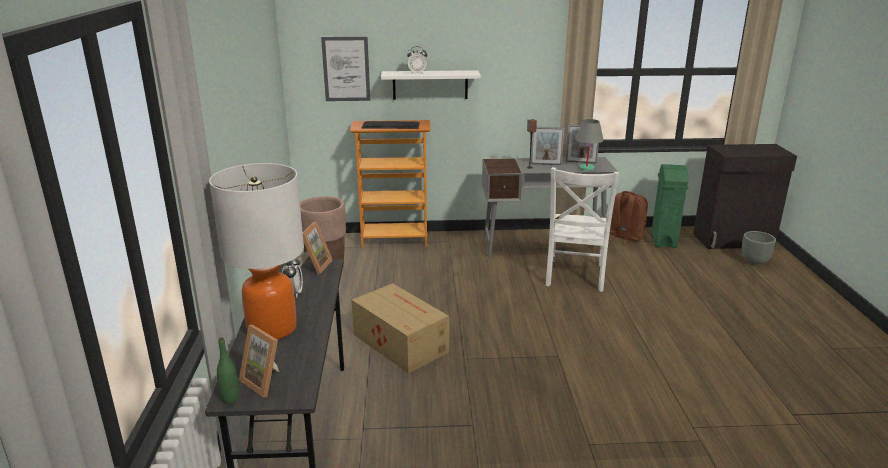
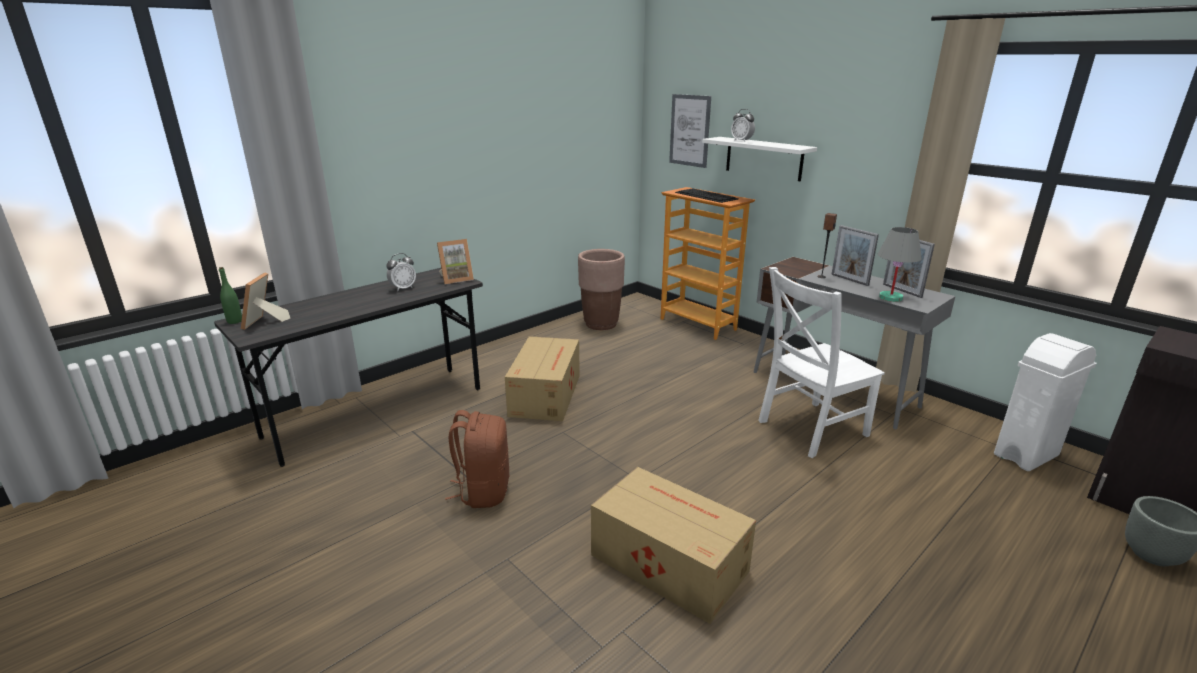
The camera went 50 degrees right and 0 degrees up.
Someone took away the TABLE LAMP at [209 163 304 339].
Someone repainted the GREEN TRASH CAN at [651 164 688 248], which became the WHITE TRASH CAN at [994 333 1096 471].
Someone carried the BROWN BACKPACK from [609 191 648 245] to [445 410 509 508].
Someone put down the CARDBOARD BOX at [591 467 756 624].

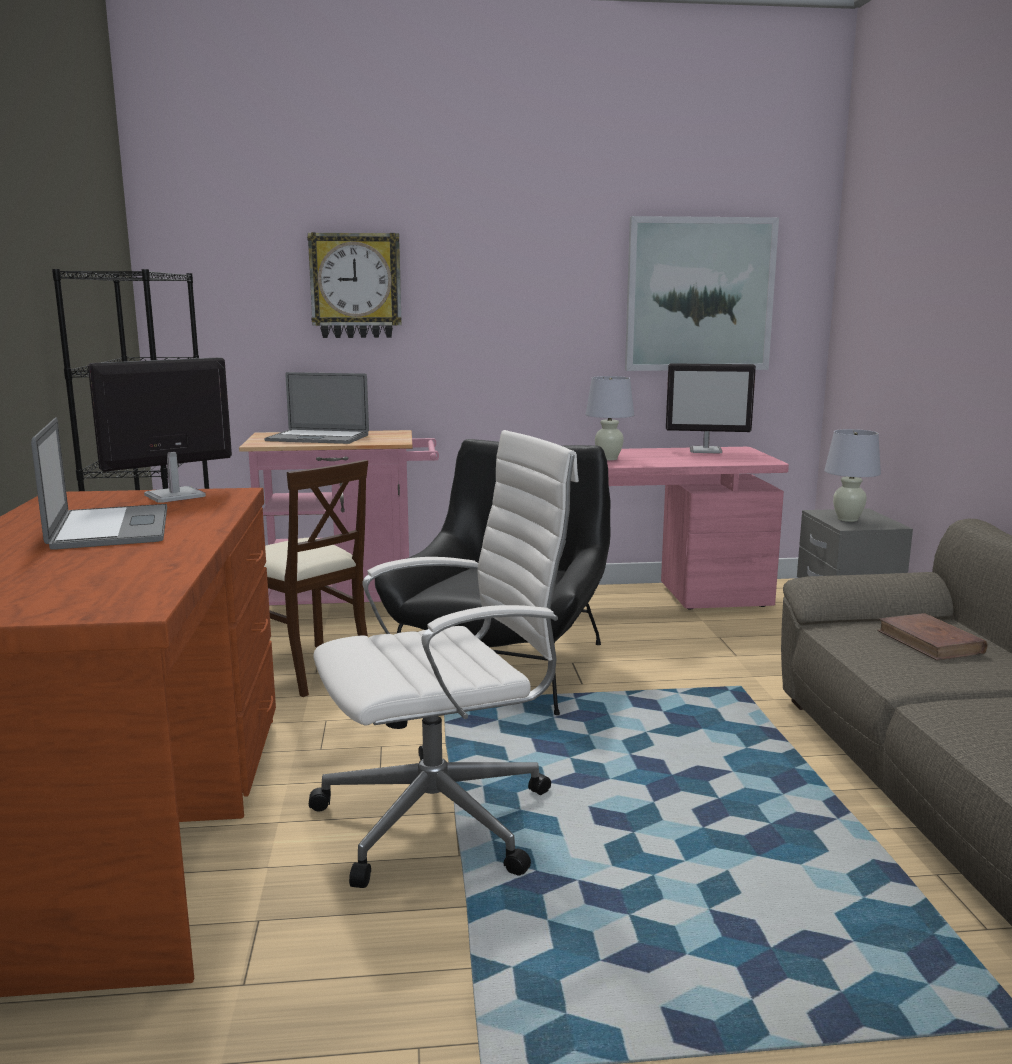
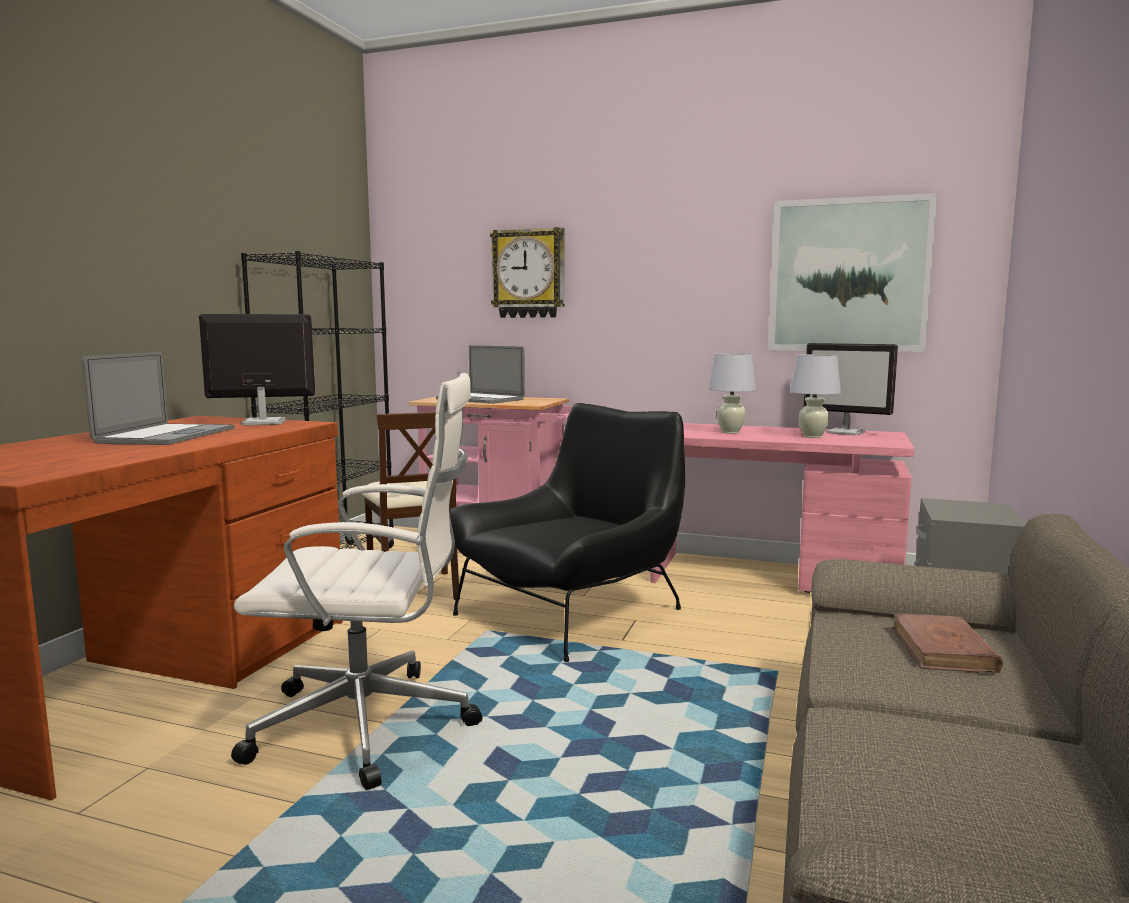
The camera went 25 degrees right and 5 degrees down.
Someone carried the WHITE TABLE LAMP from [824 429 881 522] to [790 354 841 438].

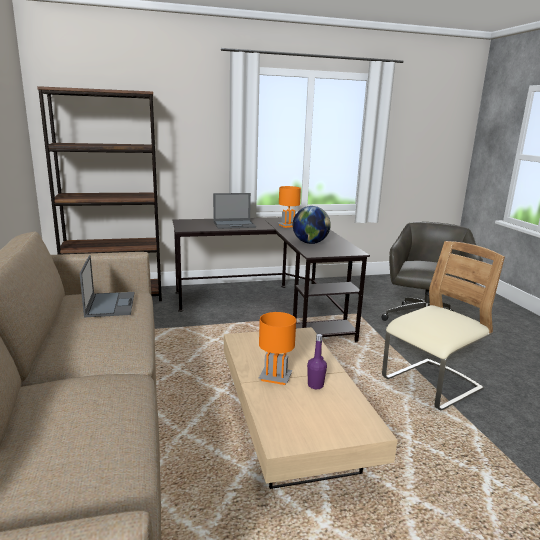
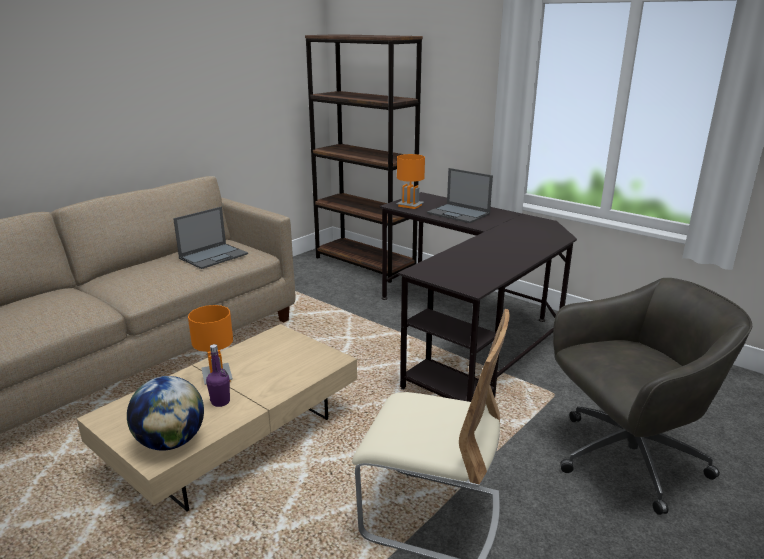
The camera went 55 degrees right and 5 degrees up.
Someone carried the ORANGE TABLE LAMP from [278 186 301 228] to [396 154 425 209].
Someone carried the GLOBE from [293 206 331 244] to [127 376 204 451].

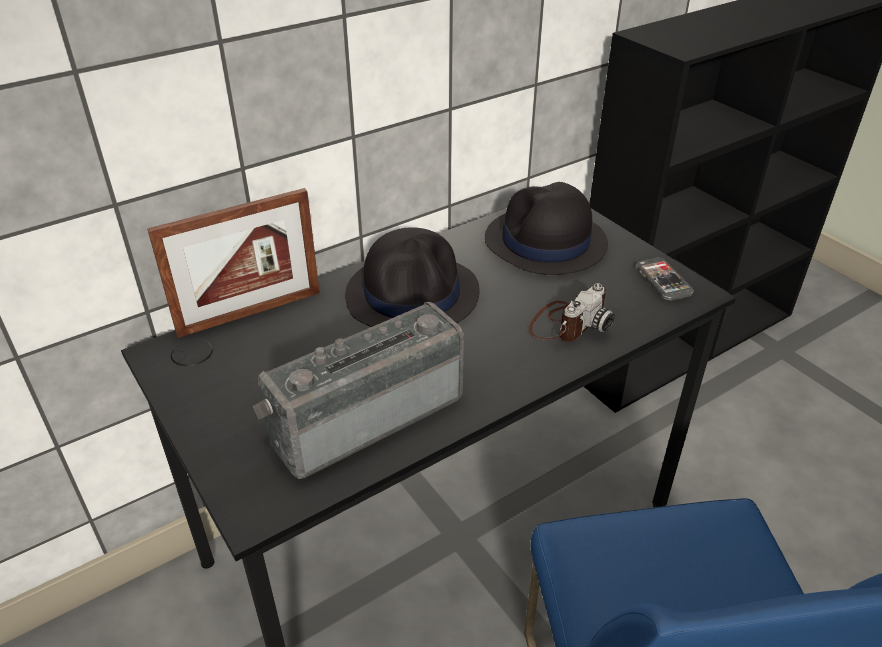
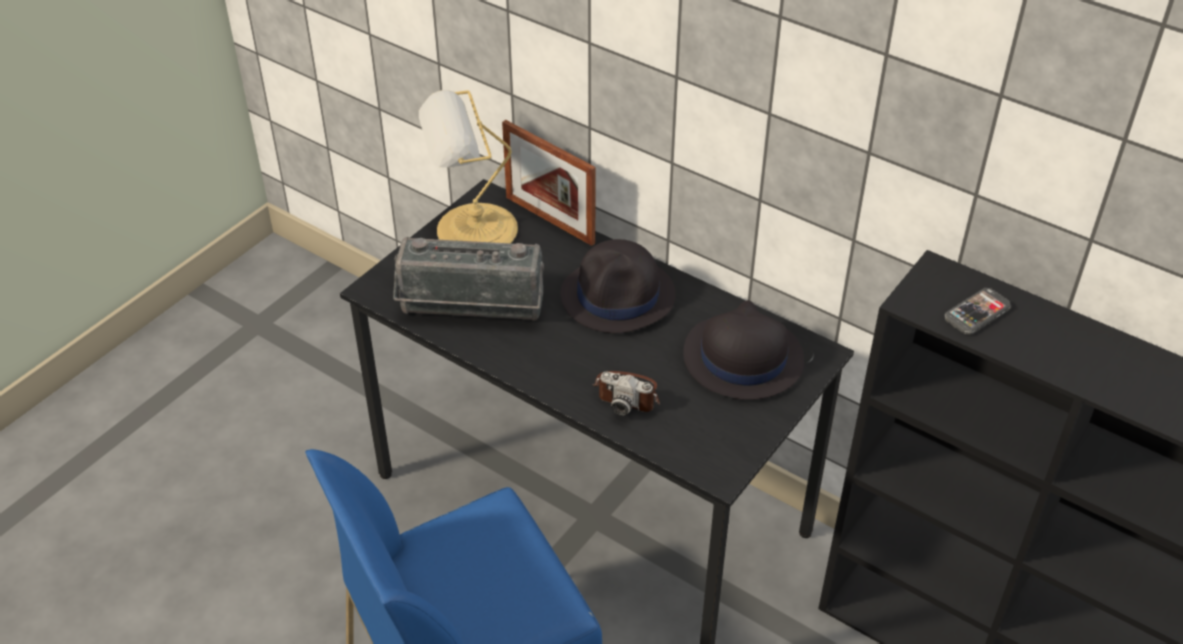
The camera went 70 degrees right and 5 degrees up.
Someone carried the PHONE from [636 257 694 301] to [944 288 1011 335].
Someone rotated the RADIO at [253 302 464 479] by 150 degrees clockwise.
Someone put down the TABLE LAMP at [419 90 518 243].

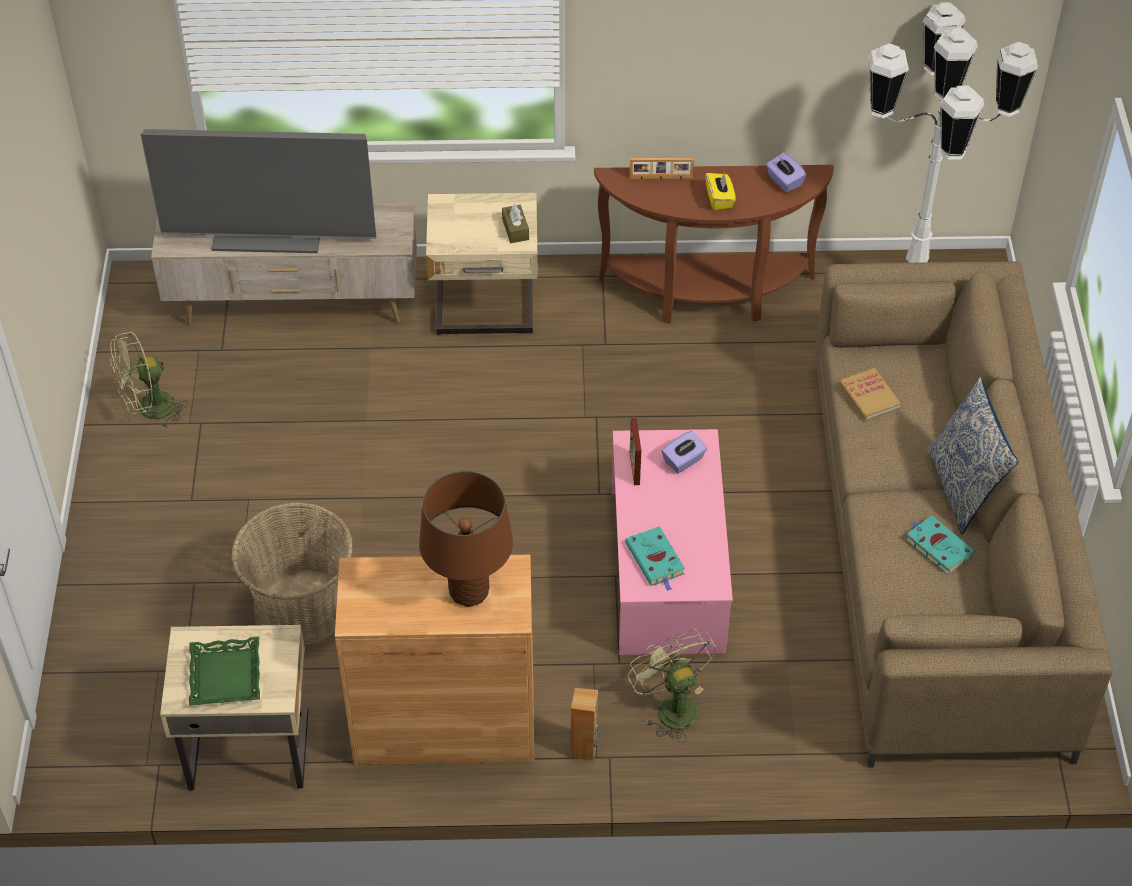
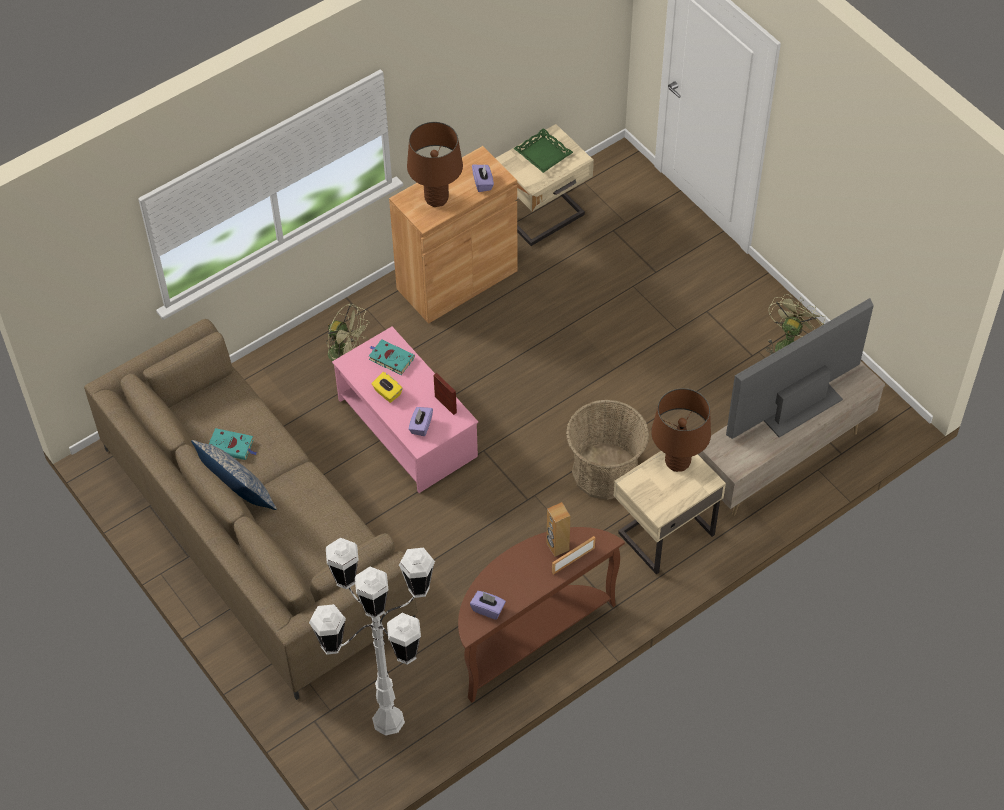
The camera went 145 degrees right and 5 degrees up.
Someone carried the YELLOW TISSUE BOX from [705 173 736 210] to [372 372 403 403].
Someone took away the BROWN TISSUE BOX at [502 204 529 243].
Someone took away the BOOK at [839 368 901 420].
Someone carried the BASKET from [231 502 353 648] to [566 400 649 500].
Someone carried the BROWN SPEAKER from [571 688 598 761] to [546 502 570 557].
Someone put down the PURPLE TISSUE BOX at [472 165 494 192].
Someone put down the BROWN TABLE LAMP at [651 388 711 472].

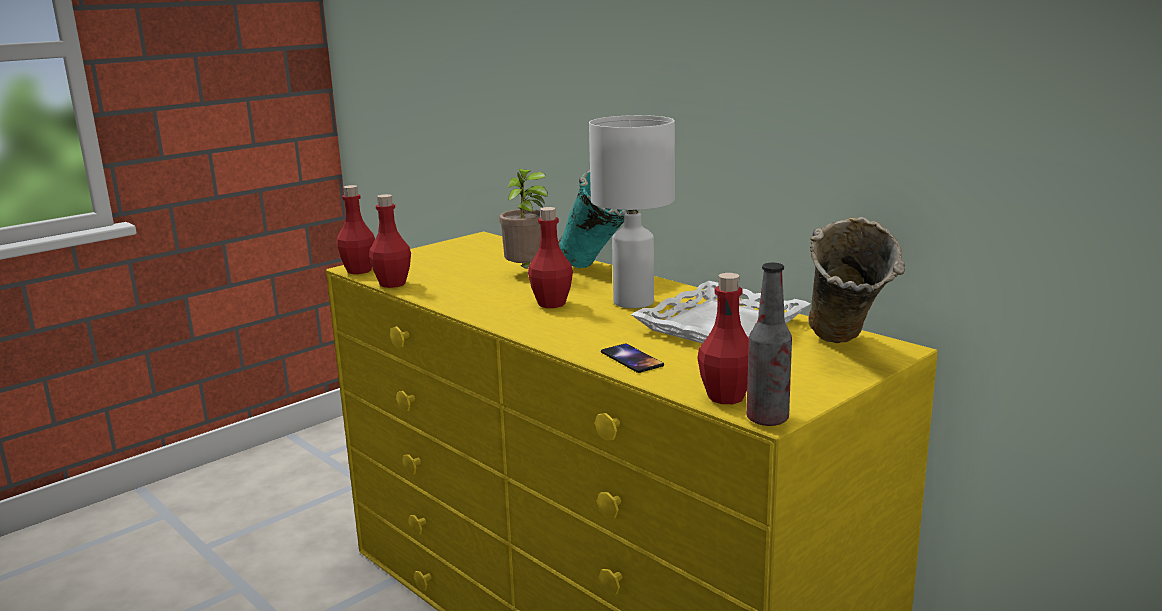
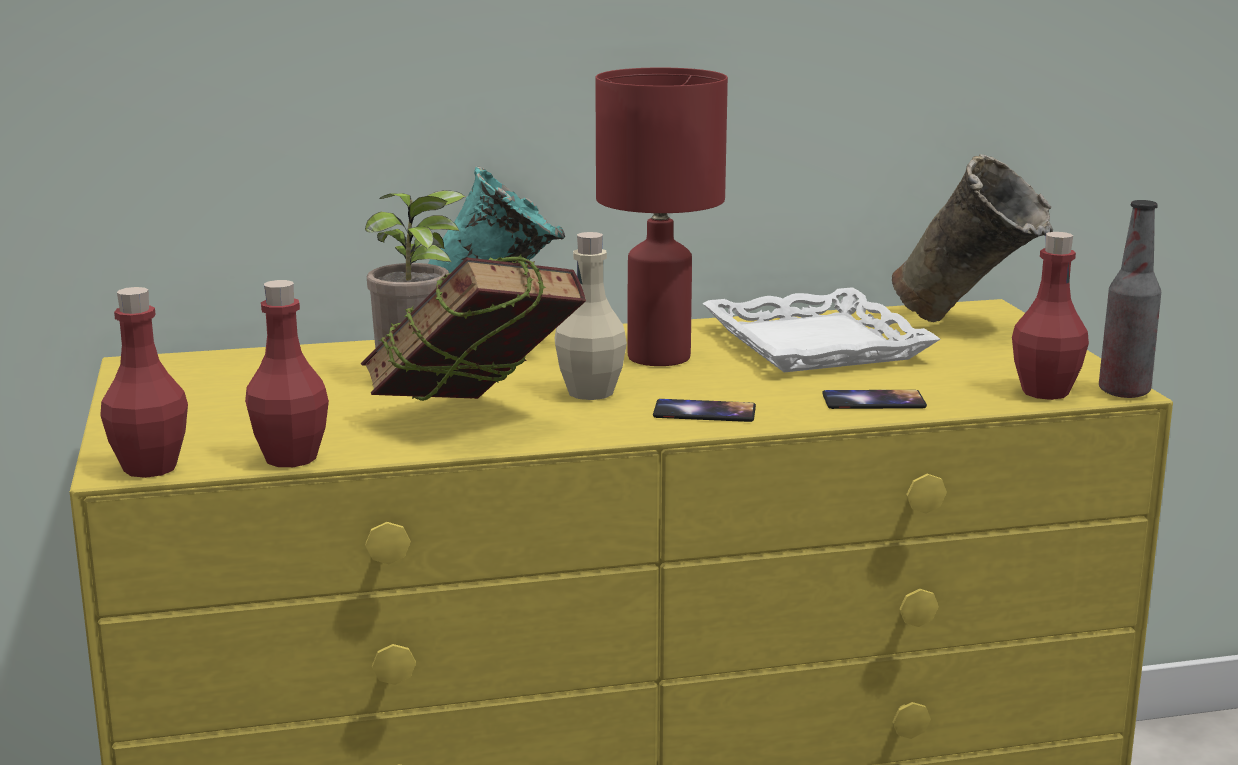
The camera went 60 degrees left and 0 degrees up.
Someone repainted the WHITE TABLE LAMP at [589 115 675 308], which became the RED TABLE LAMP at [595 67 728 366].
Someone repainted the RED BOTTLE at [528 207 573 308], which became the BEIGE BOTTLE at [555 232 627 400].
Someone put down the BOOK at [361 254 586 401].
Someone put down the PHONE at [653 399 756 422].

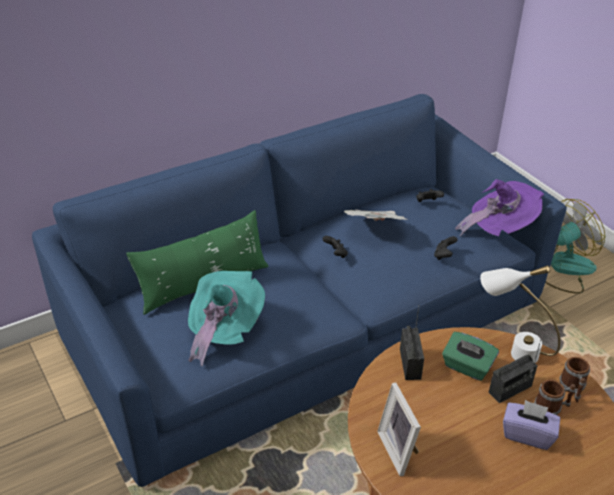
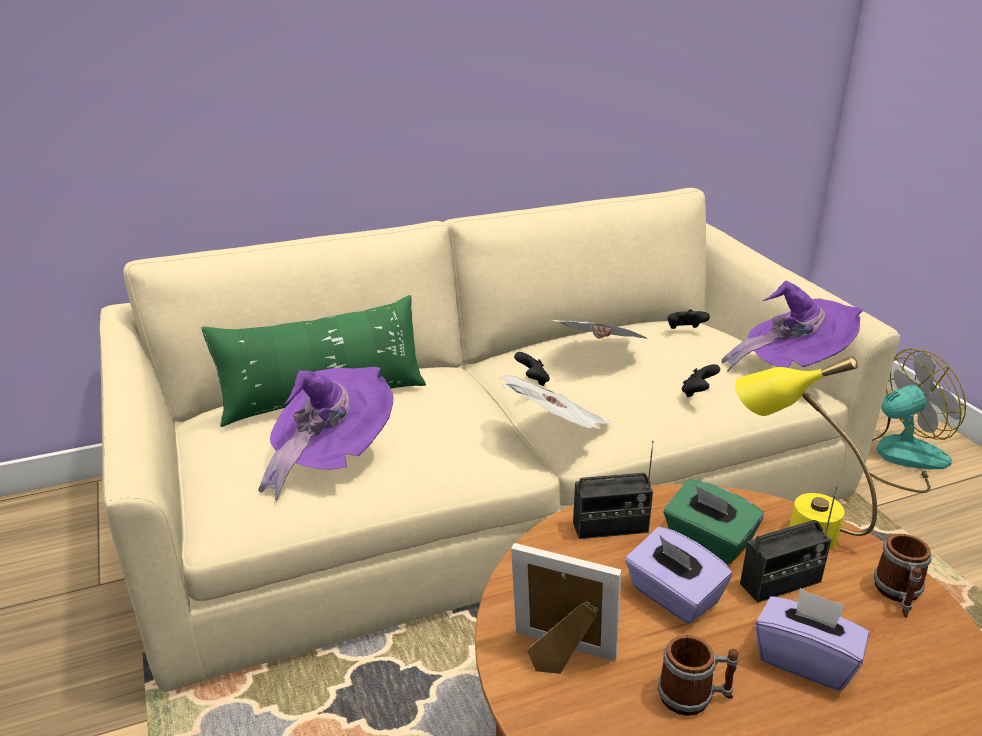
The camera went 10 degrees right and 10 degrees down.
Someone repainted the BLUE SOFA at [32 94 567 487], which became the BEIGE SOFA at [100 188 900 692].
Someone repainted the WHITE TABLE LAMP at [480 265 561 363], which became the YELLOW TABLE LAMP at [735 356 877 548].
Someone repainted the TURQUOISE HAT at [188 271 265 367], which became the PURPLE HAT at [258 367 394 500].
Someone rotated the RADIO at [400 308 424 380] by 75 degrees clockwise.
Someone carried the MUG from [534 380 575 415] to [658 635 739 716].
Someone rotated the PICTURE FRAME at [377 382 421 476] by 120 degrees clockwise.
Someone put down the NEWSPAPER at [500 375 612 429].
Someone put down the PURPLE TISSUE BOX at [625 527 732 624].

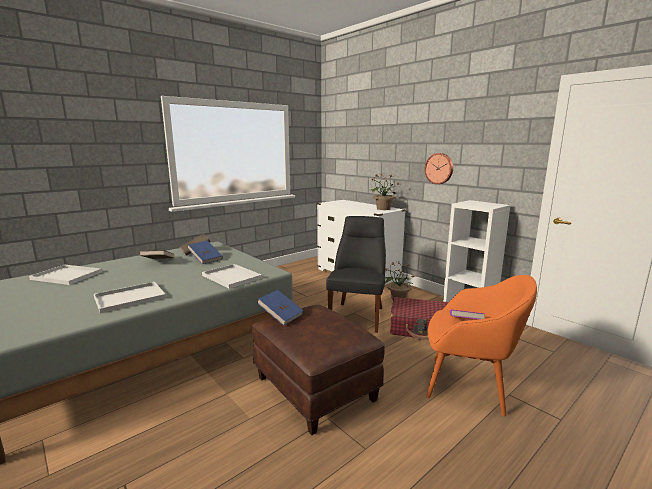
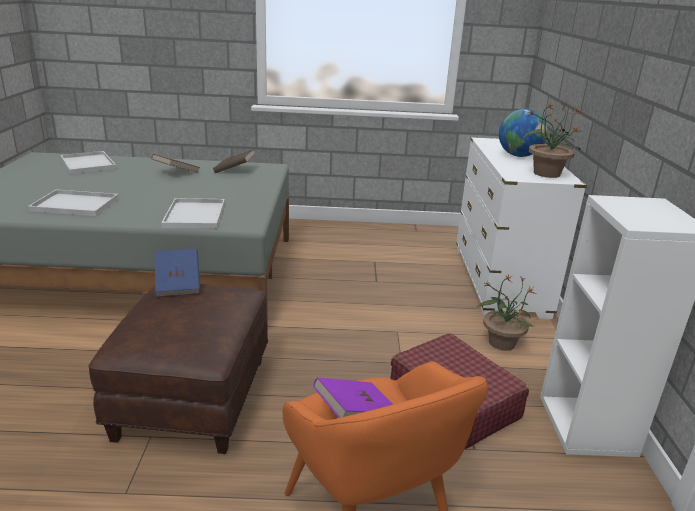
The camera went 40 degrees right and 10 degrees up.
Someone took away the WALL CLOCK at [424 153 453 184].
Someone took away the BLACK CHAIR at [326 216 386 333].
Someone took away the BLUE BOOK at [188 241 223 264].
Someone put down the GLOBE at [499 109 548 157].

